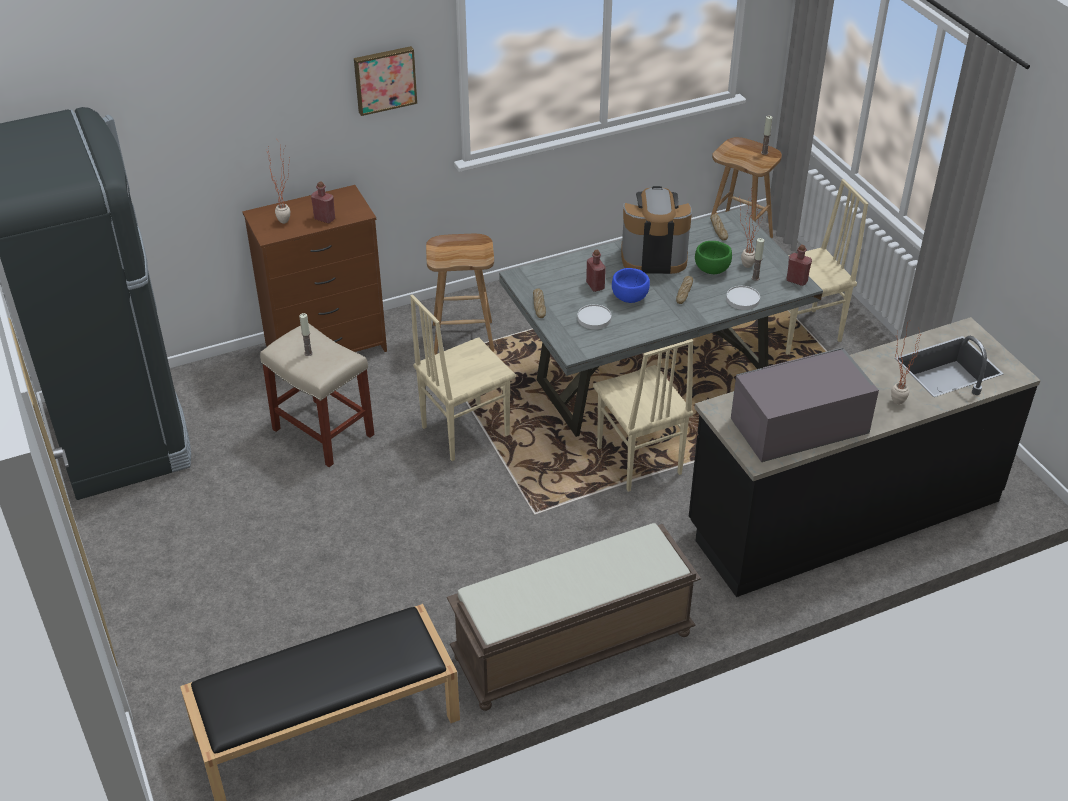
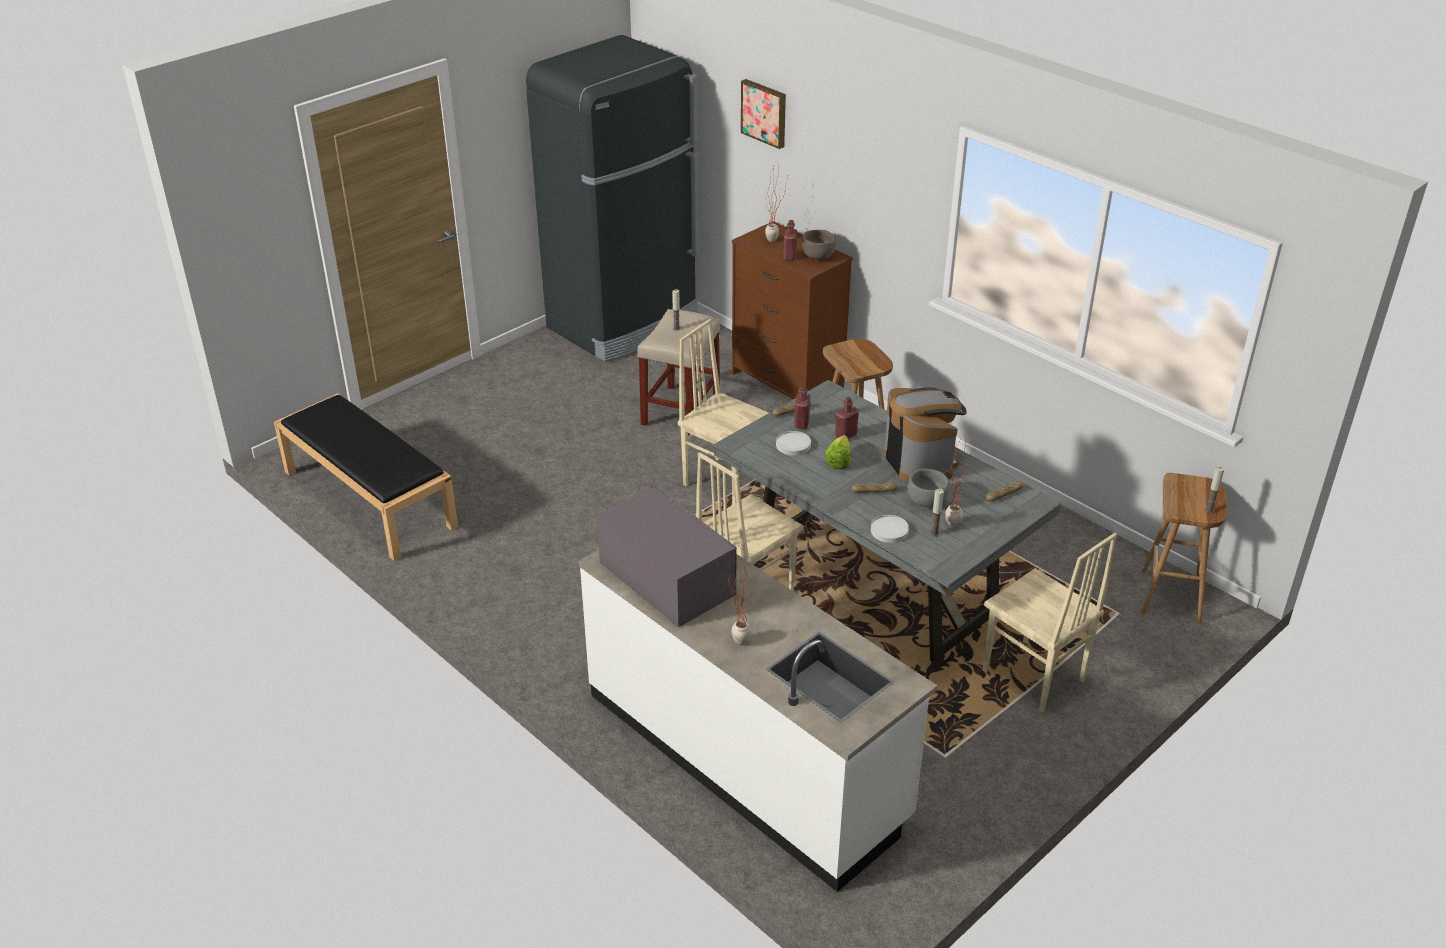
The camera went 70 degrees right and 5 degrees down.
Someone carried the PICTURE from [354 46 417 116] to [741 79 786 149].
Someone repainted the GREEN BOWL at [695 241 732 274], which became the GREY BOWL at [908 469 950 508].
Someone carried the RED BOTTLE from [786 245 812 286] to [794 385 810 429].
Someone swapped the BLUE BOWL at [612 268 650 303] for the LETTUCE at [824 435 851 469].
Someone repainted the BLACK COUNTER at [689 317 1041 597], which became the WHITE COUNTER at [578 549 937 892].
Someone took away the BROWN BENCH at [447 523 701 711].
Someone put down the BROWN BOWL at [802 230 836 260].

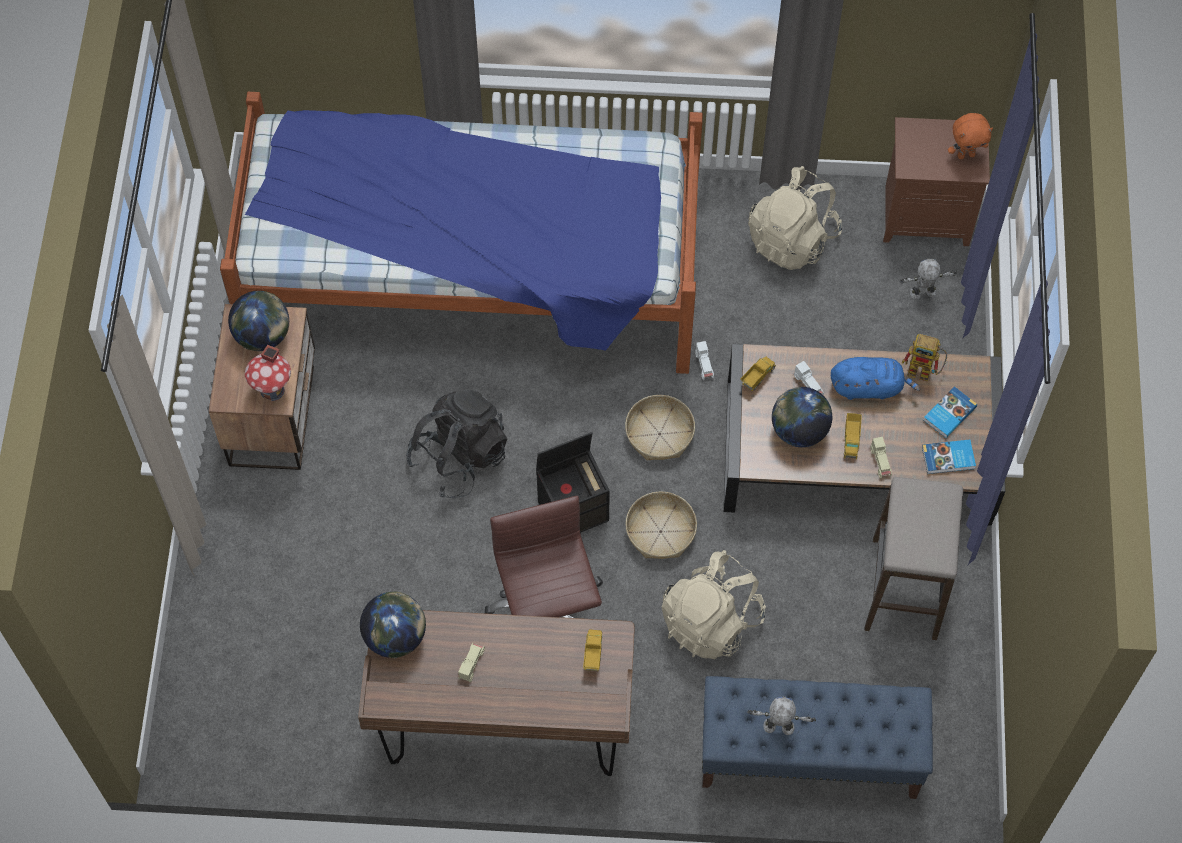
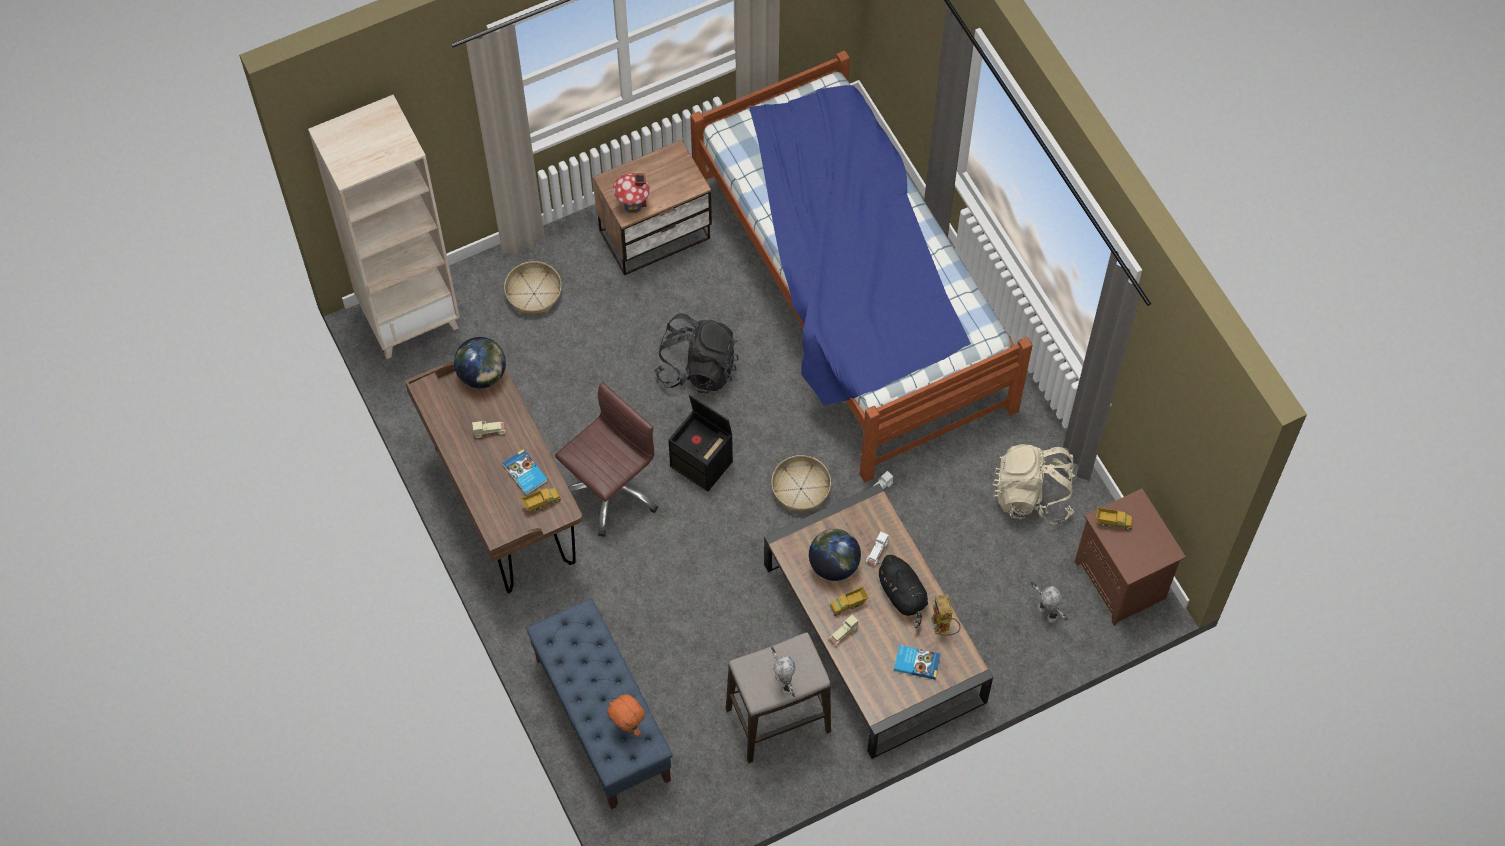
The camera went 60 degrees right and 0 degrees up.
Someone carried the ORANGE PLUSH TOY from [948 113 993 159] to [607 694 645 736].
Someone took away the GLOBE at [228 291 289 351].
Someone carried the TOY TRUCK from [740 356 776 391] to [1096 507 1133 530].
Someone repainted the BLUE PLUSH TOY at [831 357 920 400], which became the BLACK PLUSH TOY at [876 555 928 628].
Someone carried the BOOK from [922 440 976 474] to [503 449 548 496].
Someone carried the BASKET from [625 492 697 559] to [504 261 562 314].
Someone took away the BEIGE BACKPACK at [662 550 766 659].
Someone carried the TOY ROBOT from [747 697 816 735] to [771 646 795 697].
Someone put down the BEIGE BOOKCASE at [308 95 460 359].

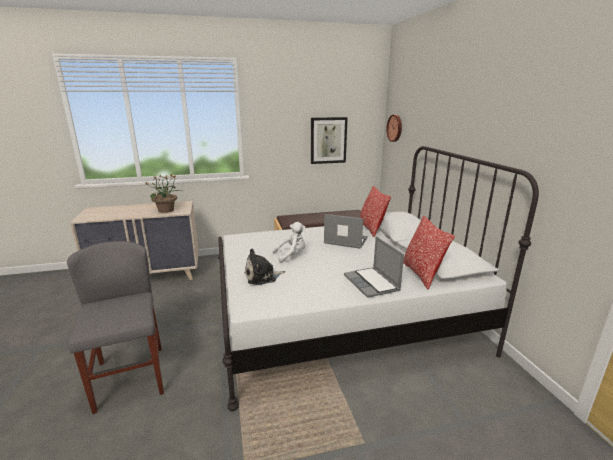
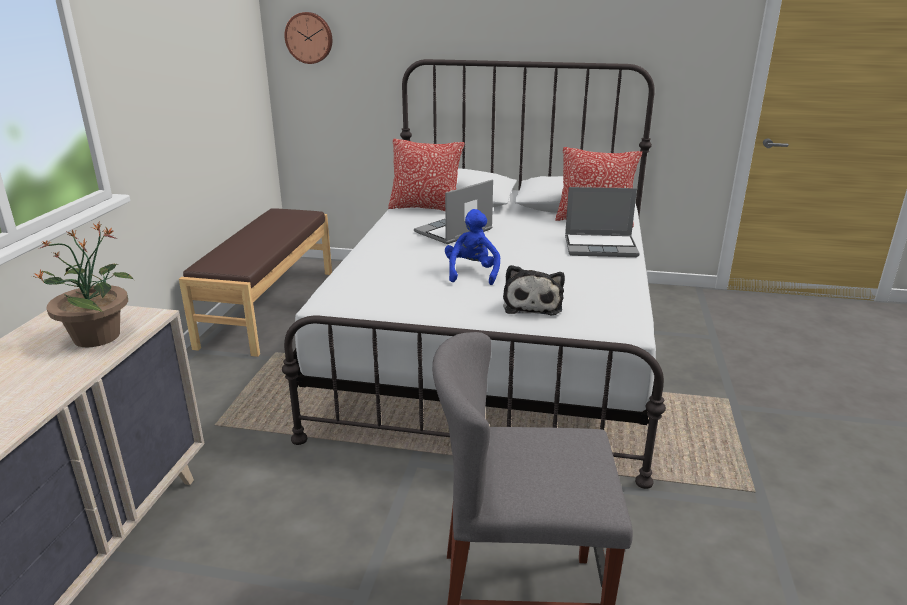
The camera went 65 degrees left and 5 degrees up.
Someone took away the PICTURE at [311 117 348 164].
Someone repainted the WHITE PLUSH TOY at [273 222 306 263], which became the BLUE PLUSH TOY at [445 209 500 285].

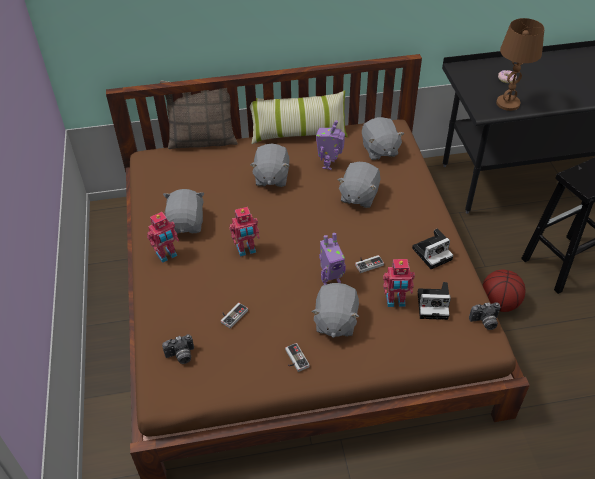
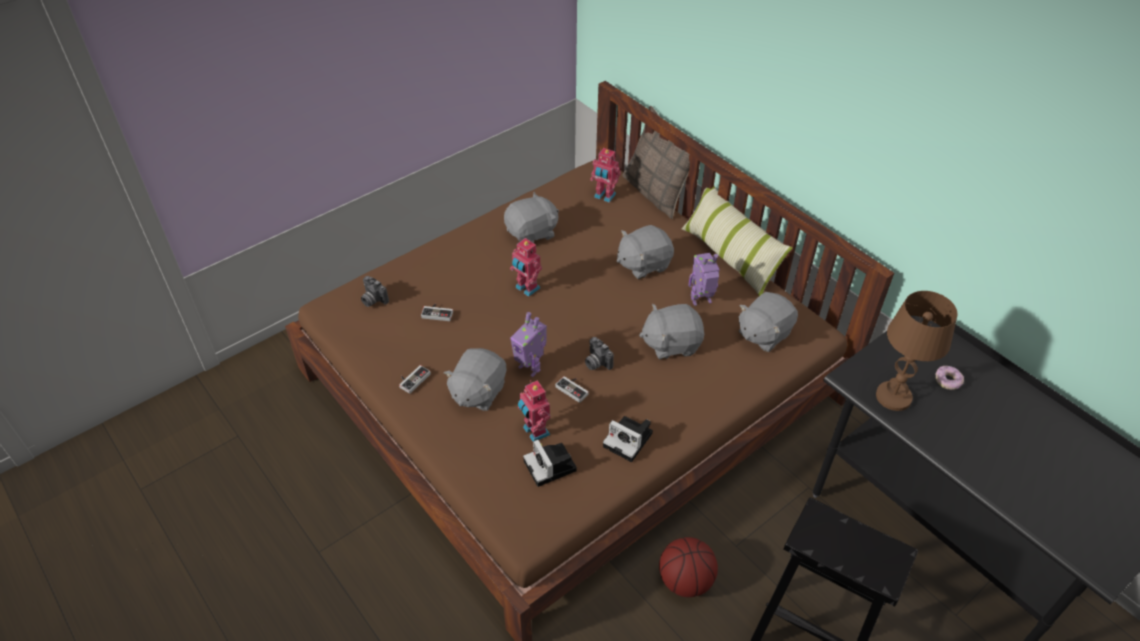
The camera went 60 degrees right and 0 degrees up.
Someone carried the TOY ROBOT from [147 212 179 263] to [590 148 621 202].
Someone rotated the GREY PLUSH TOY at [311 283 360 338] by 45 degrees counterclockwise.
Someone carried the PHOTO CAMERA from [469 302 500 330] to [585 337 614 370].

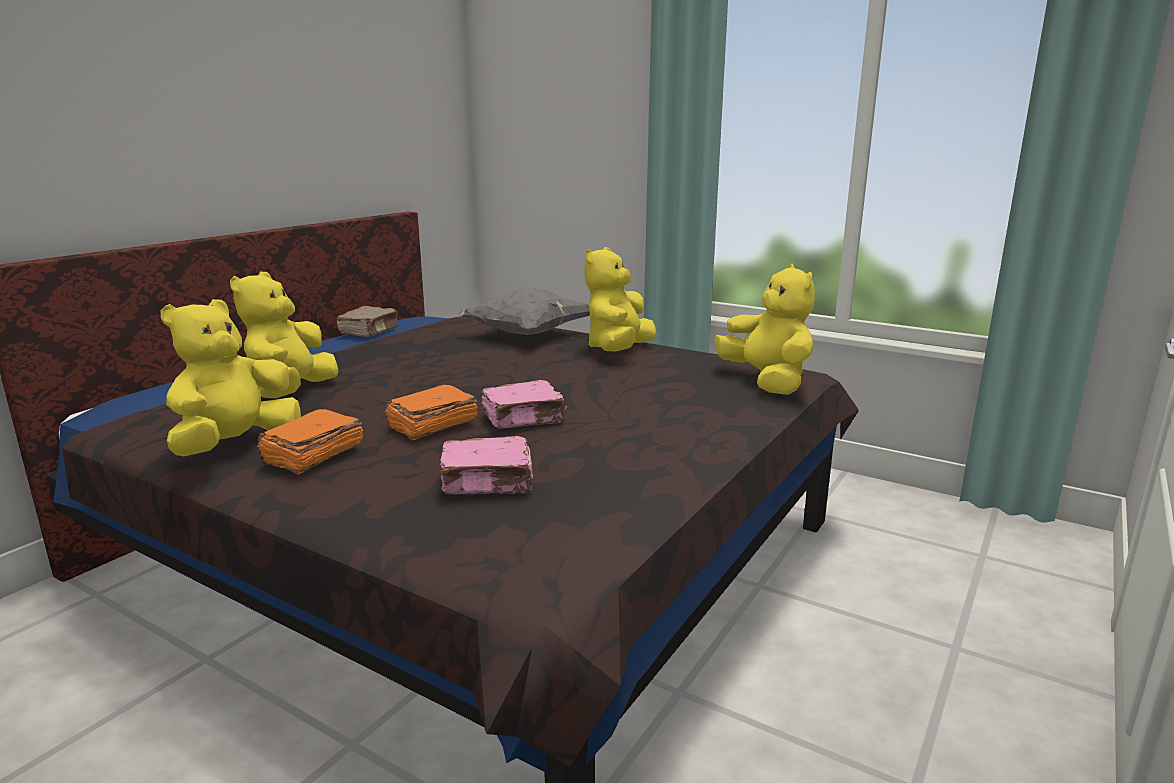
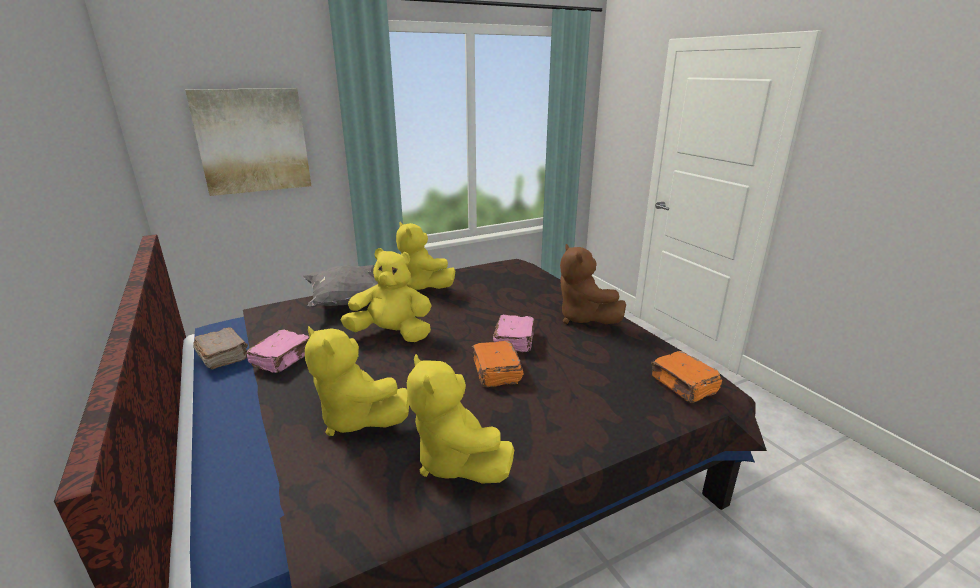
The camera went 60 degrees left and 5 degrees up.
Someone carried the YELLOW PLUSH TOY from [715 264 815 395] to [341 248 432 342].
Someone carried the ORANGE BOOK from [257 409 363 474] to [651 351 722 403].
Someone carried the PINK BOOK from [440 436 533 494] to [246 329 309 373].
Someone put up the PICTURE at [185 88 311 196].
Someone put down the BROWN PLUSH TOY at [560 244 626 324].

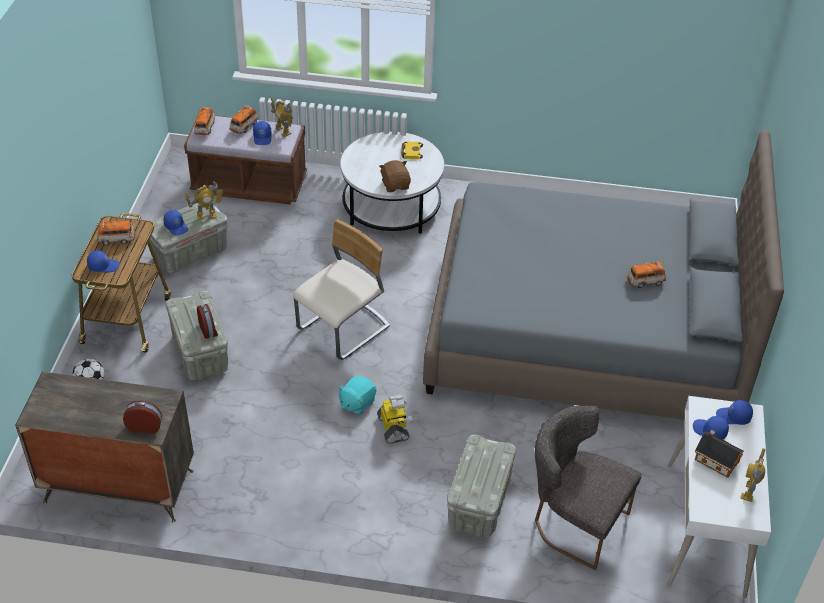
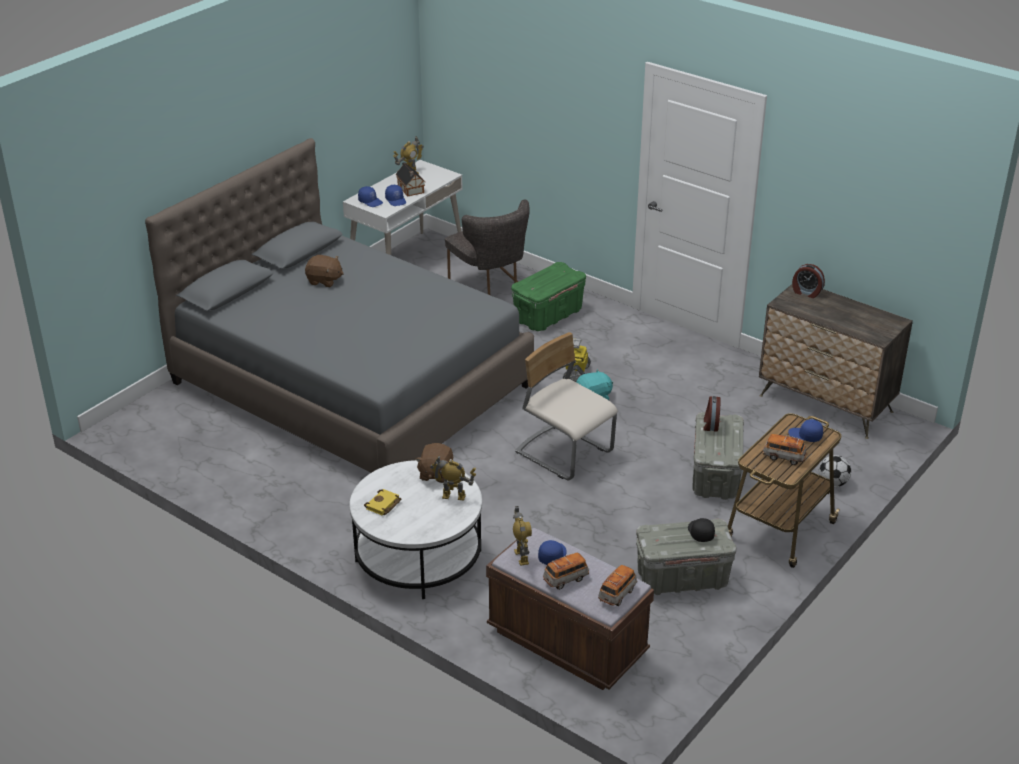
The camera went 150 degrees left and 10 degrees down.
Someone carried the TOY ROBOT from [185 181 224 220] to [430 456 476 500].
Someone repainted the BLUE CAP at [163 210 188 235], which became the BLACK CAP at [688 518 715 542].
Someone rotated the BEIGE CHAIR at [293 219 390 360] by 60 degrees clockwise.
Someone swapped the TOY CAR at [627 261 666 288] for the BROWN PLUSH TOY at [305 255 344 287].
Someone repainted the GREY STORAGE BOX at [447 435 516 538], which became the GREEN STORAGE BOX at [511 262 586 331].

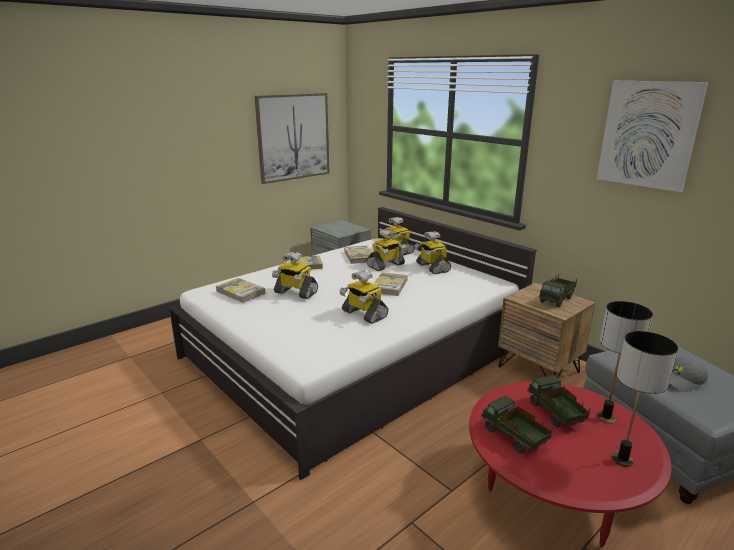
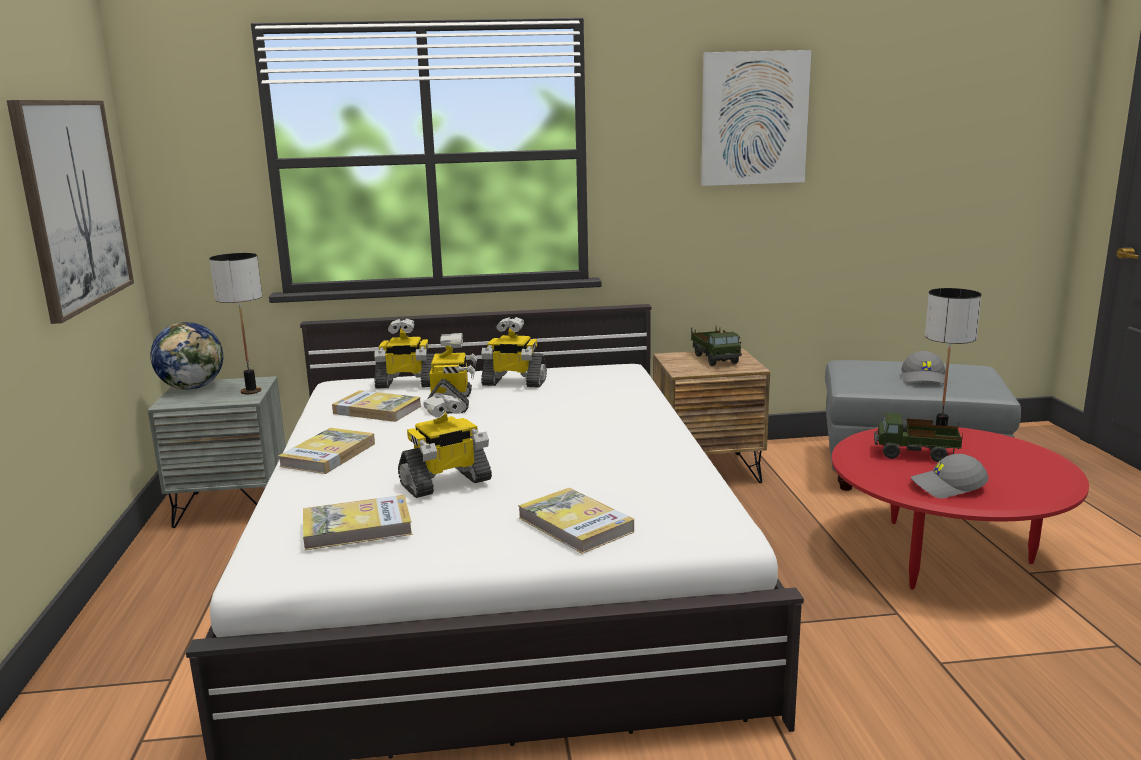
The camera went 55 degrees left and 5 degrees down.
Someone took away the TOY ROBOT at [339 270 389 324].
Someone carried the BOOK from [374 272 408 296] to [518 488 634 554].
Someone carried the TABLE LAMP from [612 331 678 467] to [209 253 262 394].
Someone swapped the TOY TRUCK at [481 395 553 453] for the GREY CAP at [911 454 988 499].
Someone put down the GLOBE at [150 322 223 390].

